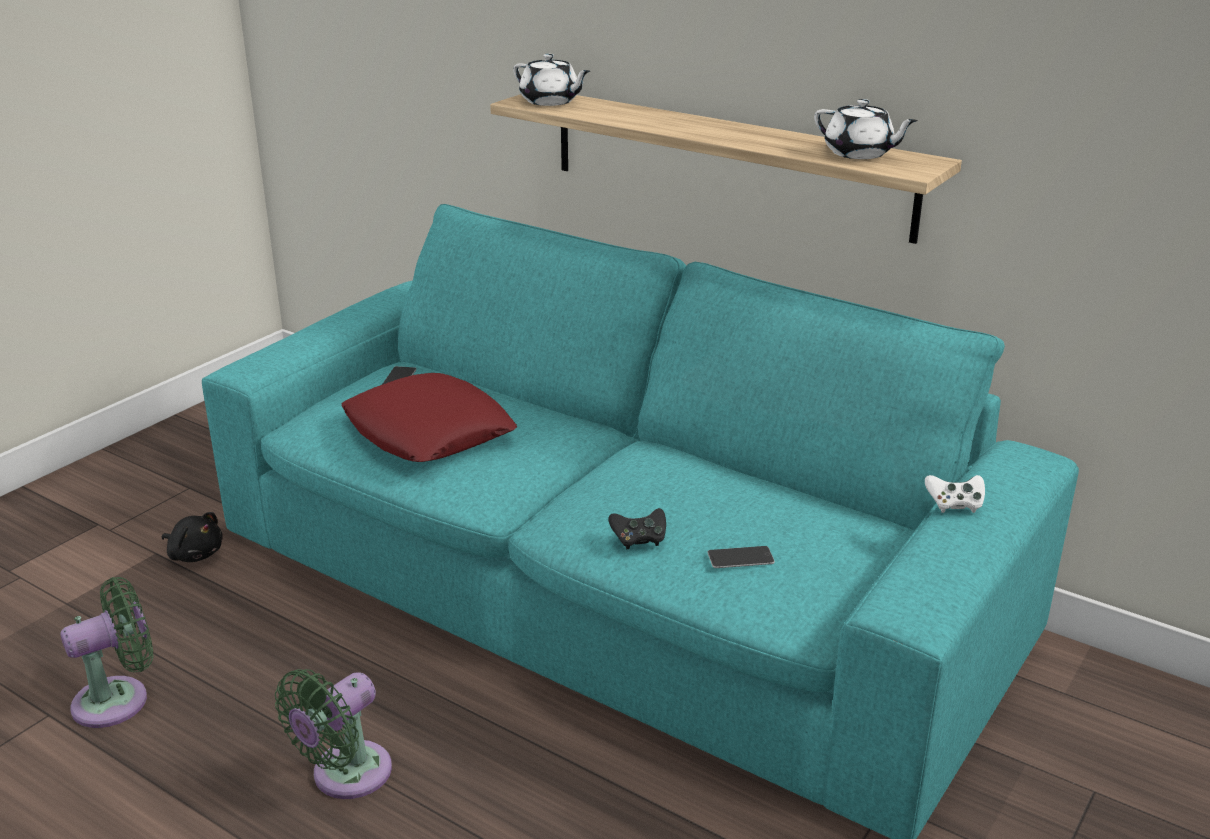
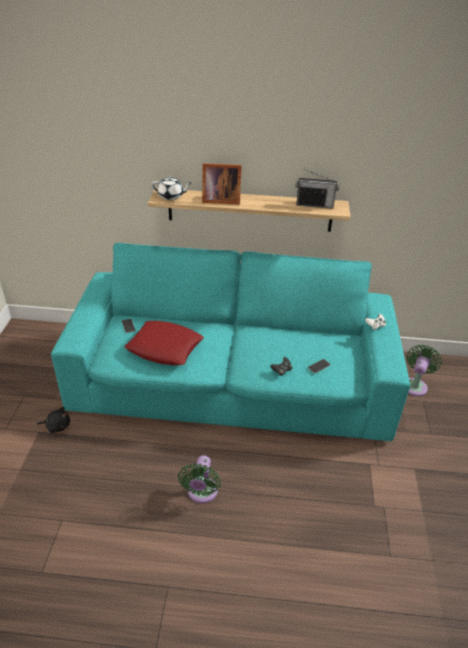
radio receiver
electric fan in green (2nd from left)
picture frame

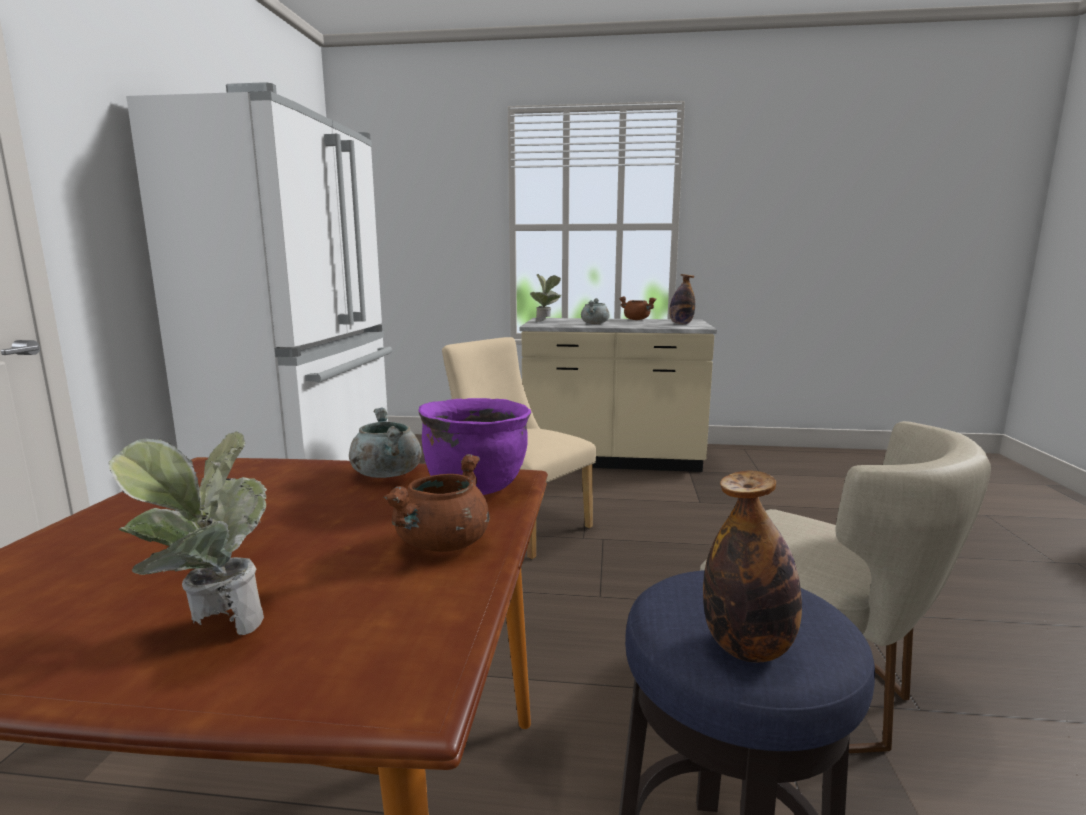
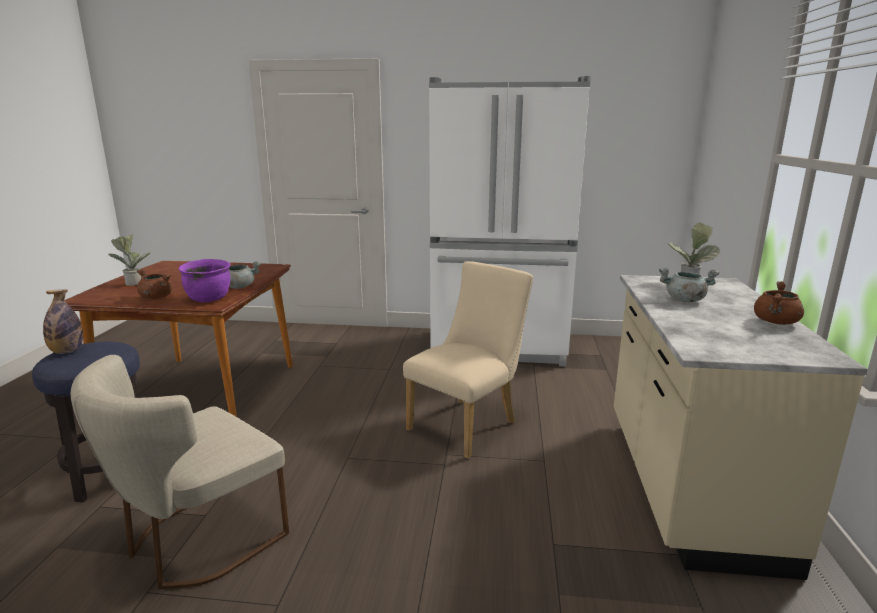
beverage bottle (1st from left in the first image)

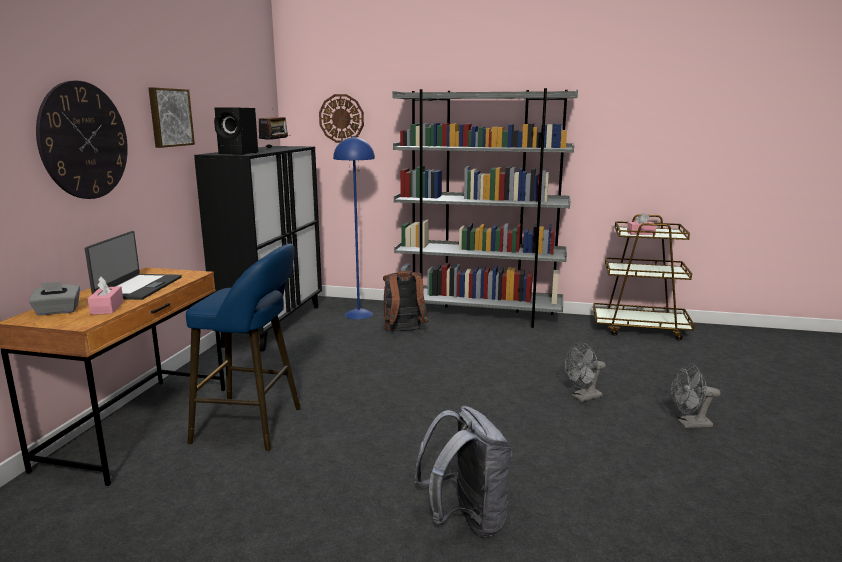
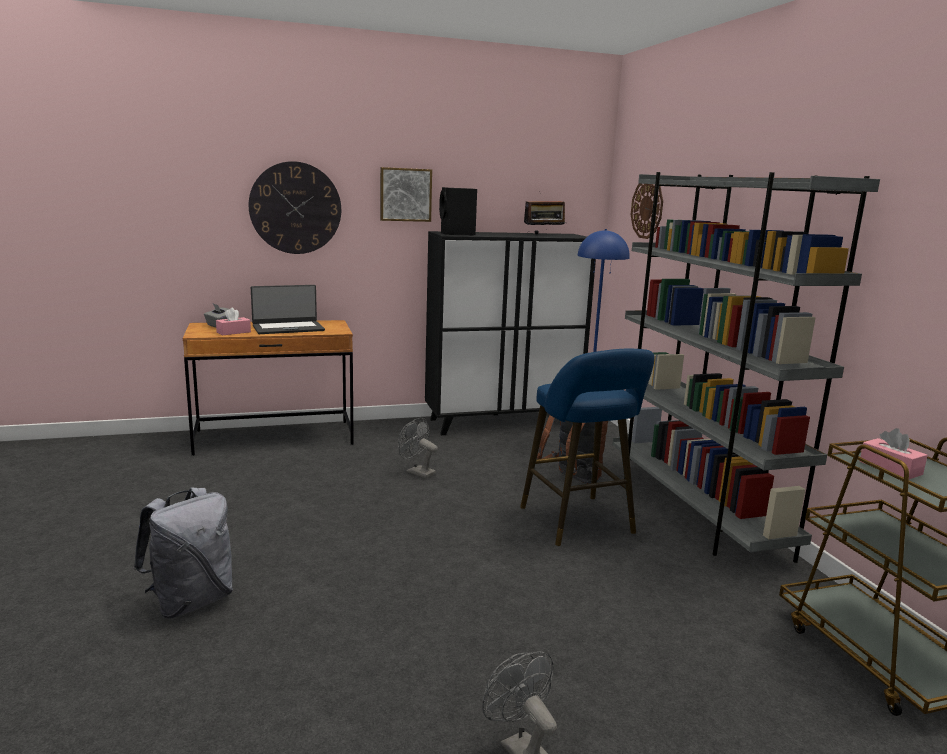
stool seat in blue
electric fan in grey (1st from left)

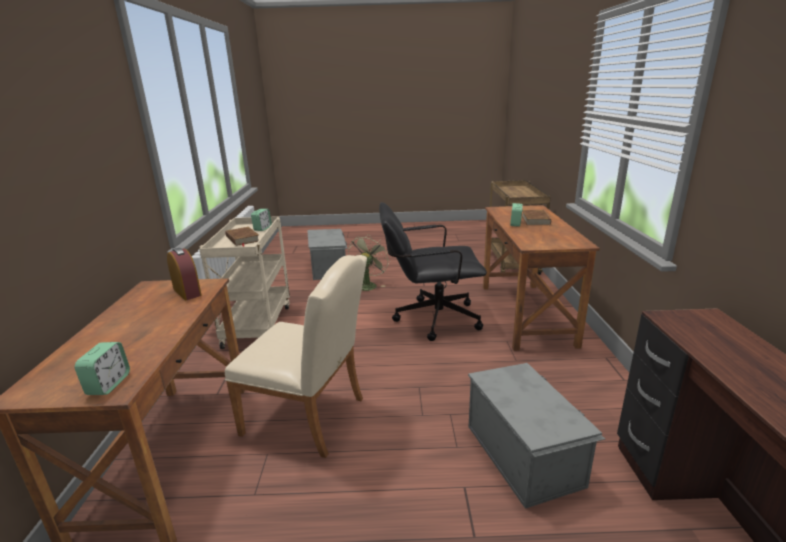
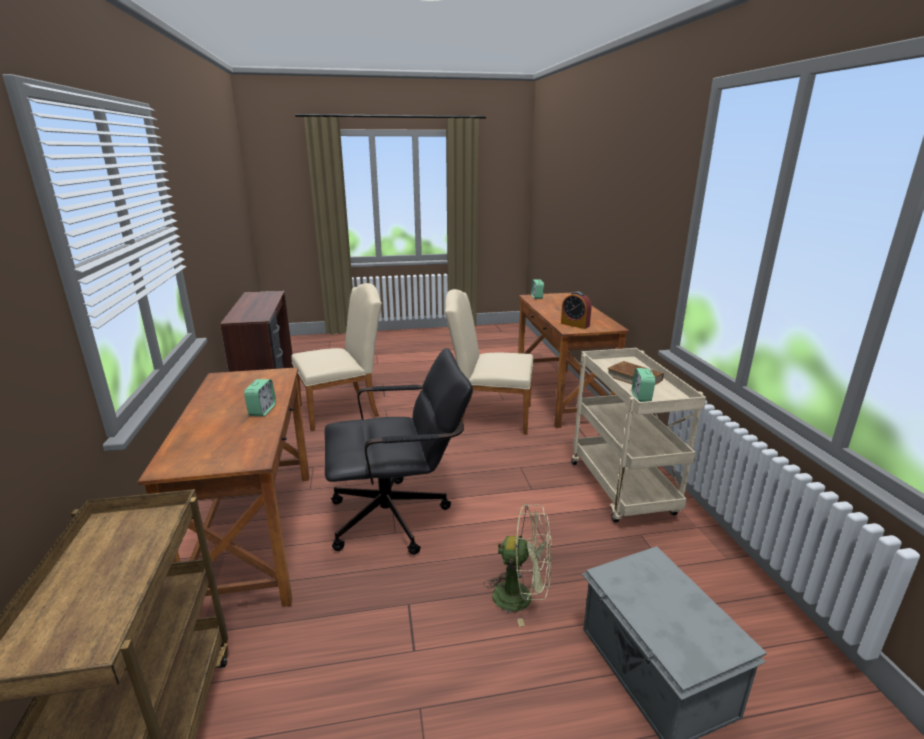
book in brownish (2nd from left in the first image)
electric fan in green
chair in beige (1st from left)

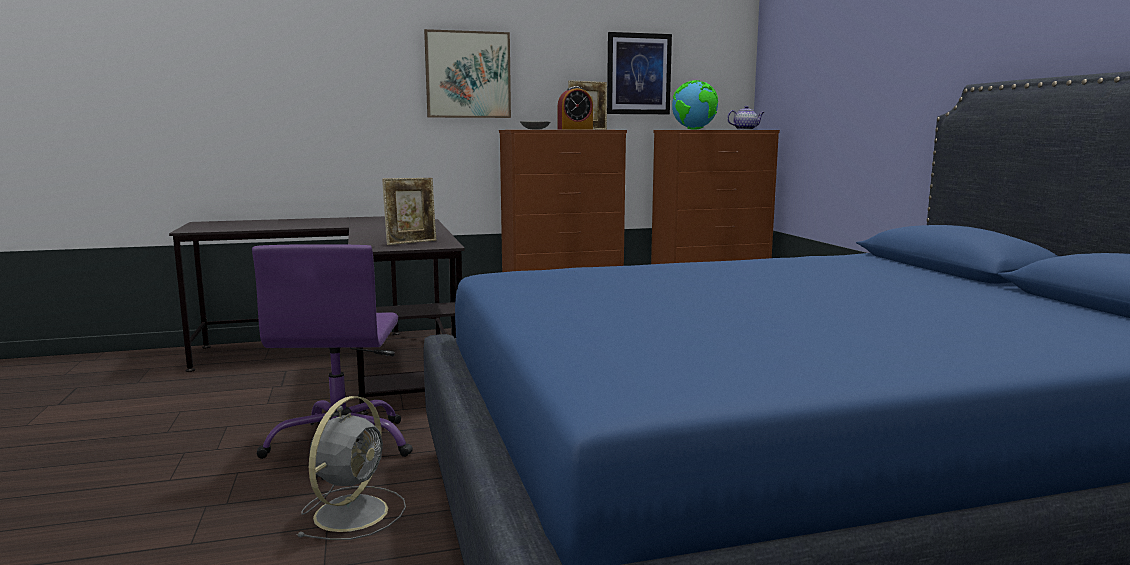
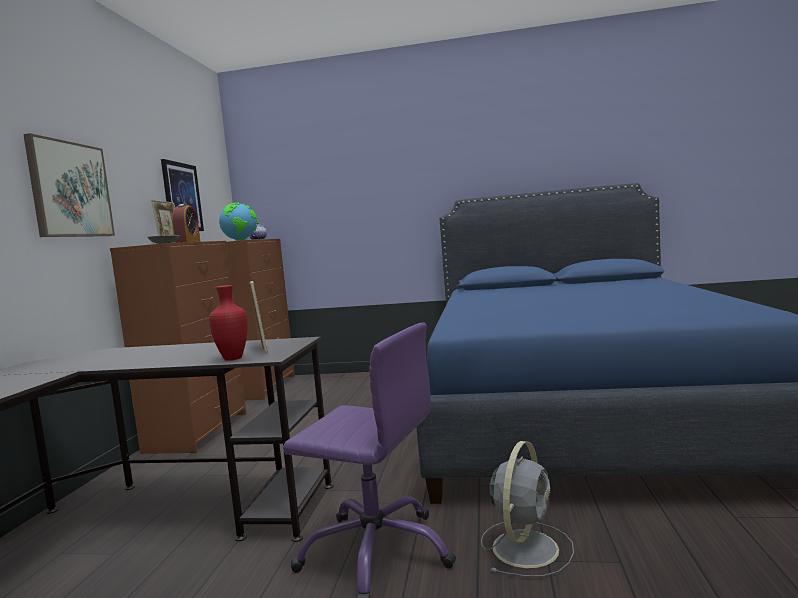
electric fan in grey
vase in red-coloured

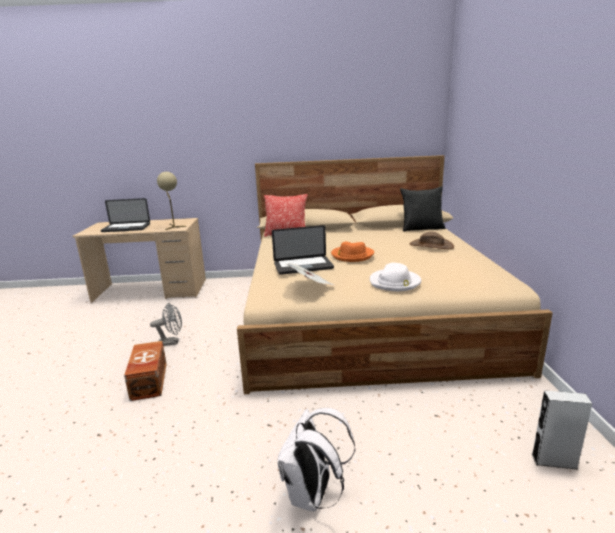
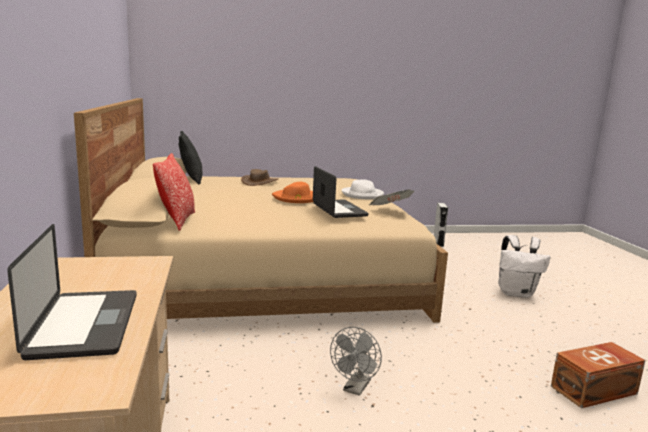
tabletop lamp in beige
electric fan in grey
storage bin in brownish

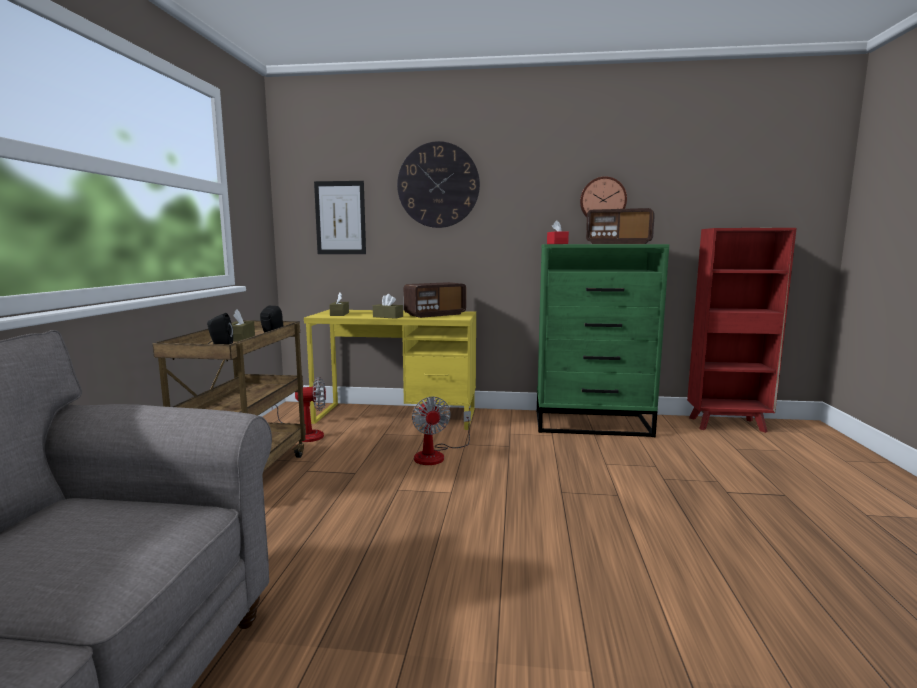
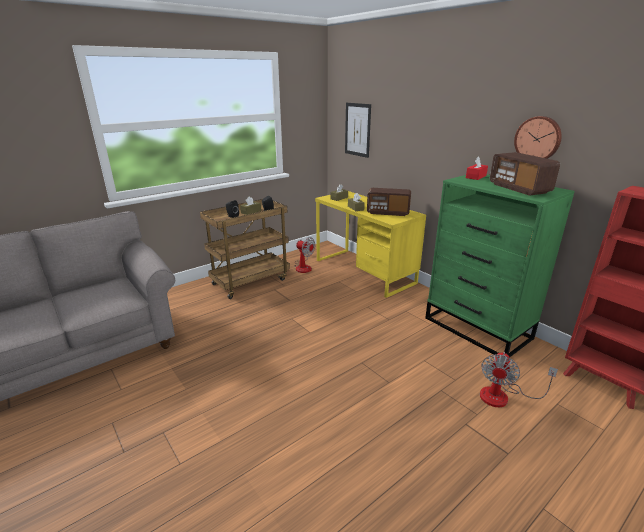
wall clock (1st from left in the first image)
electric fan (2nd from left)

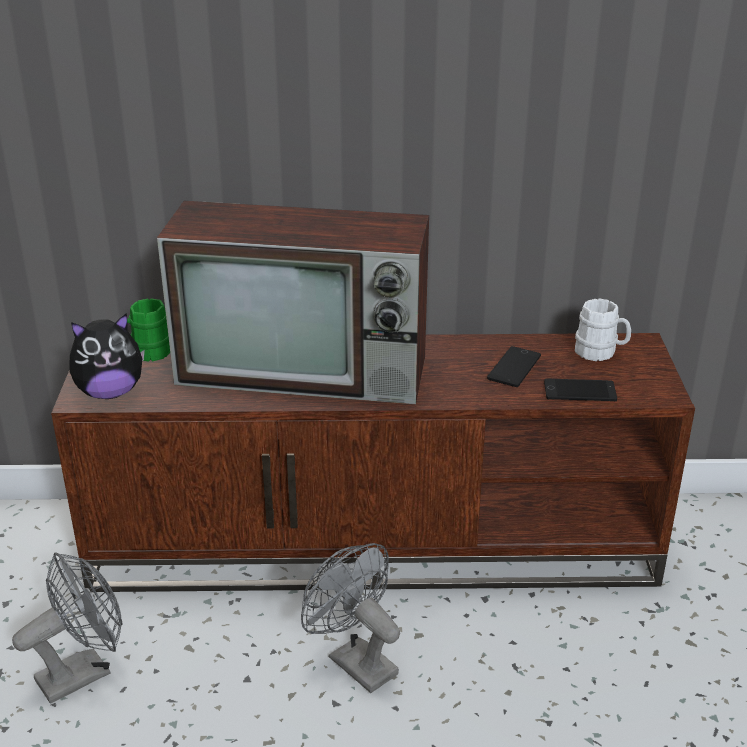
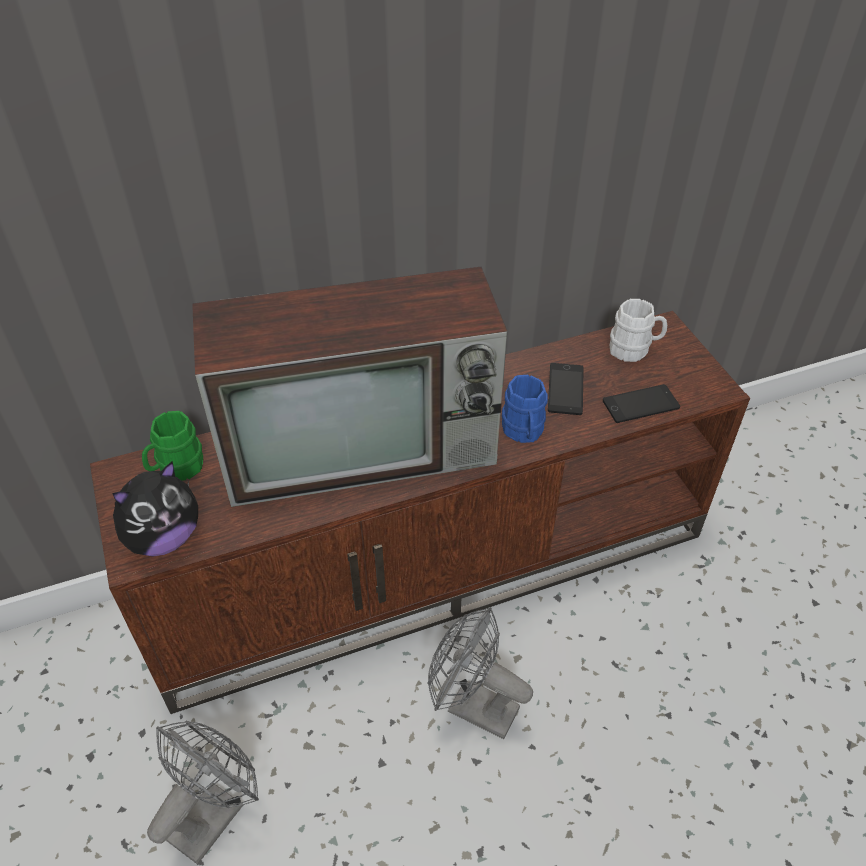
tea mug in blue

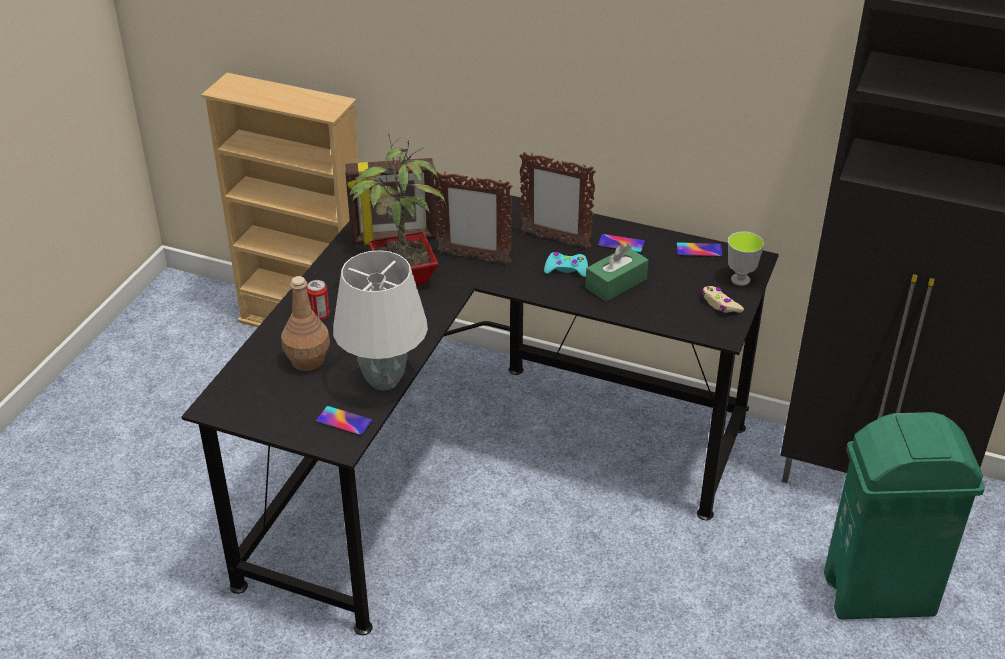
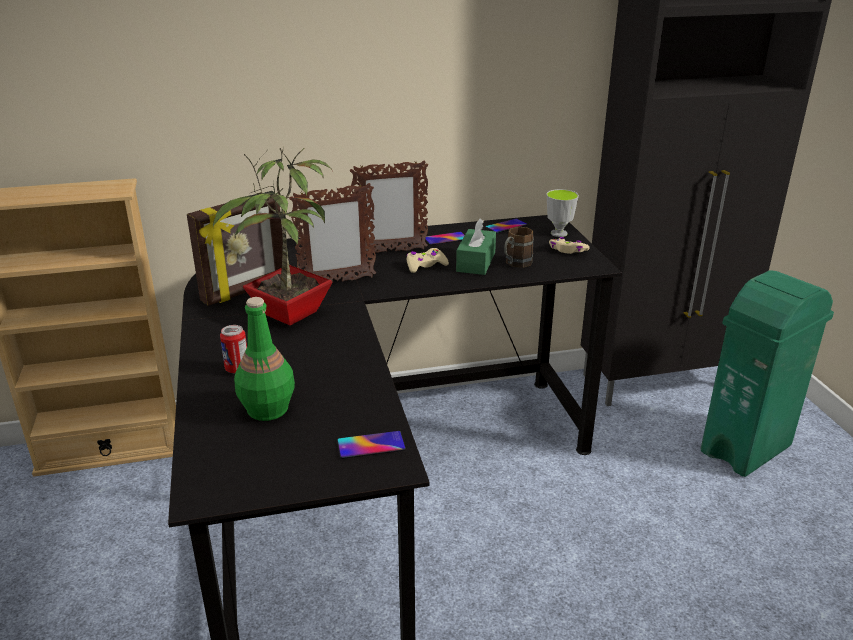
tabletop lamp in white-coloured
joypad in beige (1st from left)
beverage bottle in green
tea mug in brownish

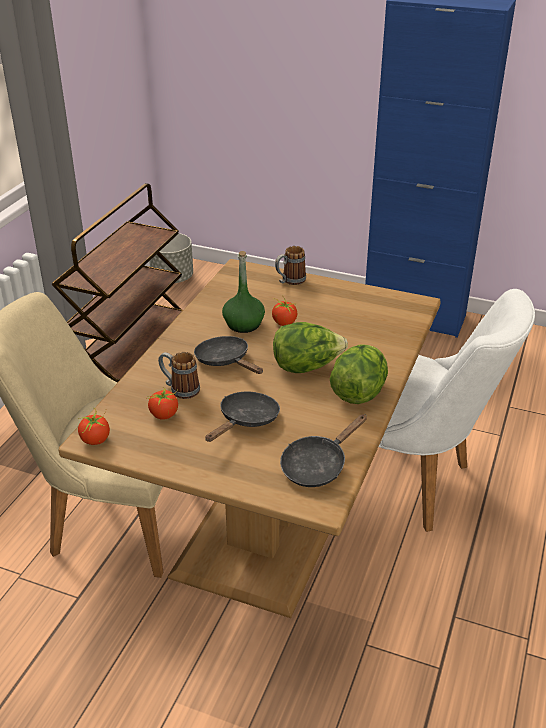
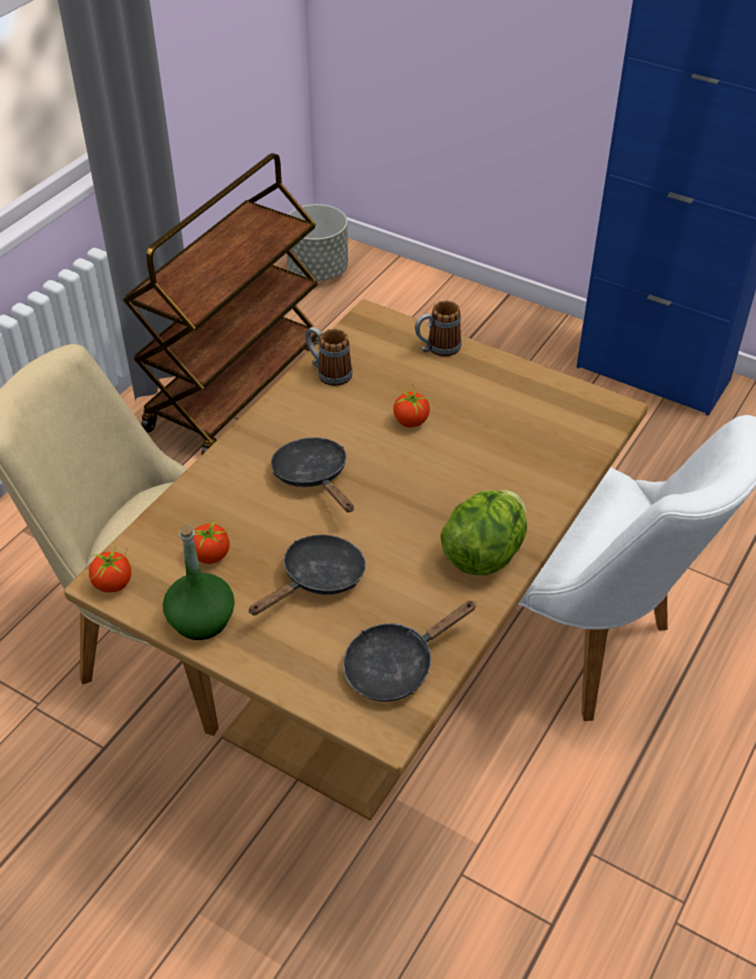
beverage bottle in green
lettuce head (1st from left in the first image)
tea mug (1st from left)

